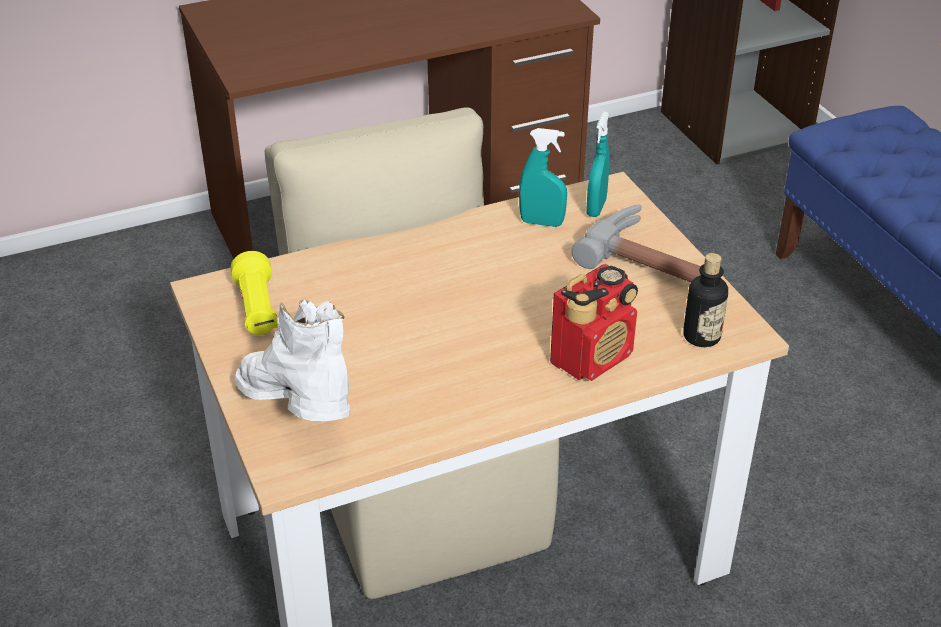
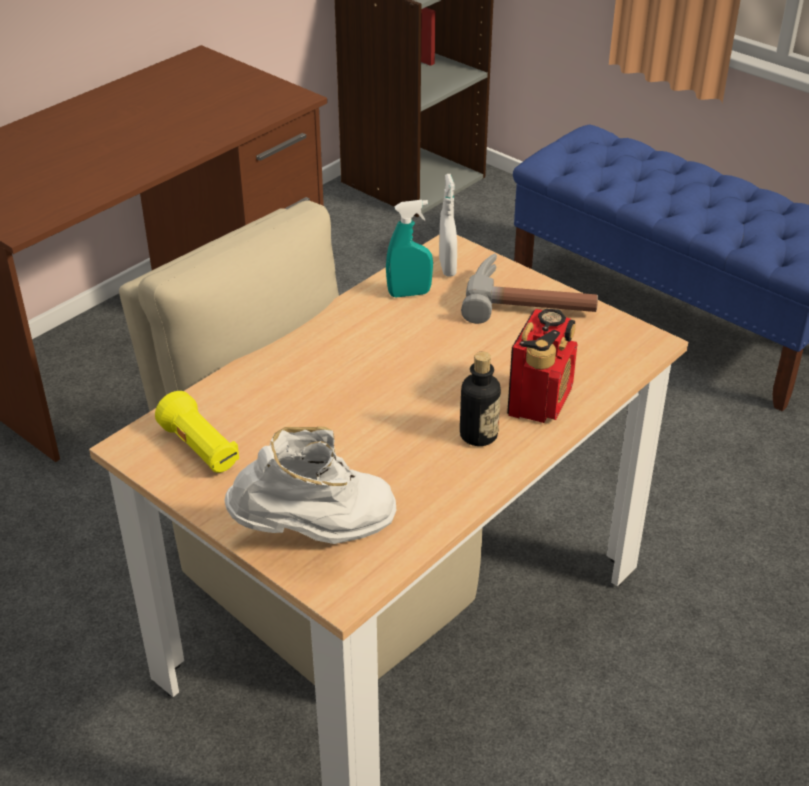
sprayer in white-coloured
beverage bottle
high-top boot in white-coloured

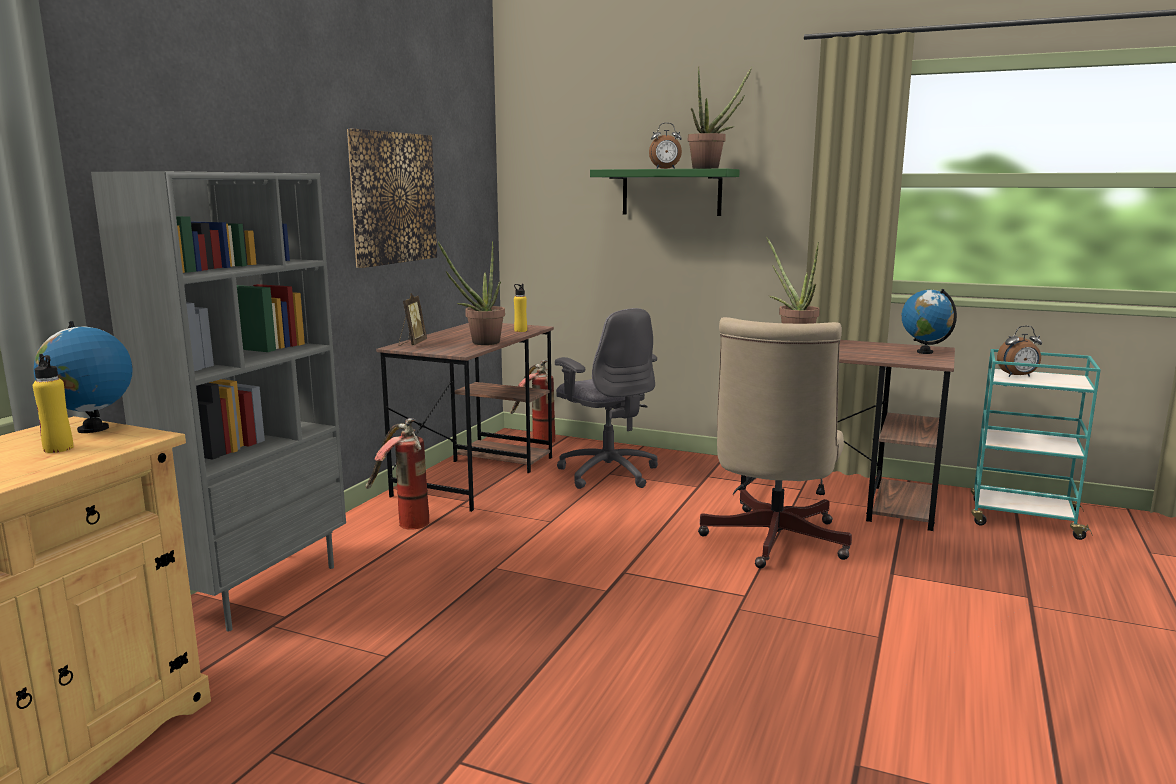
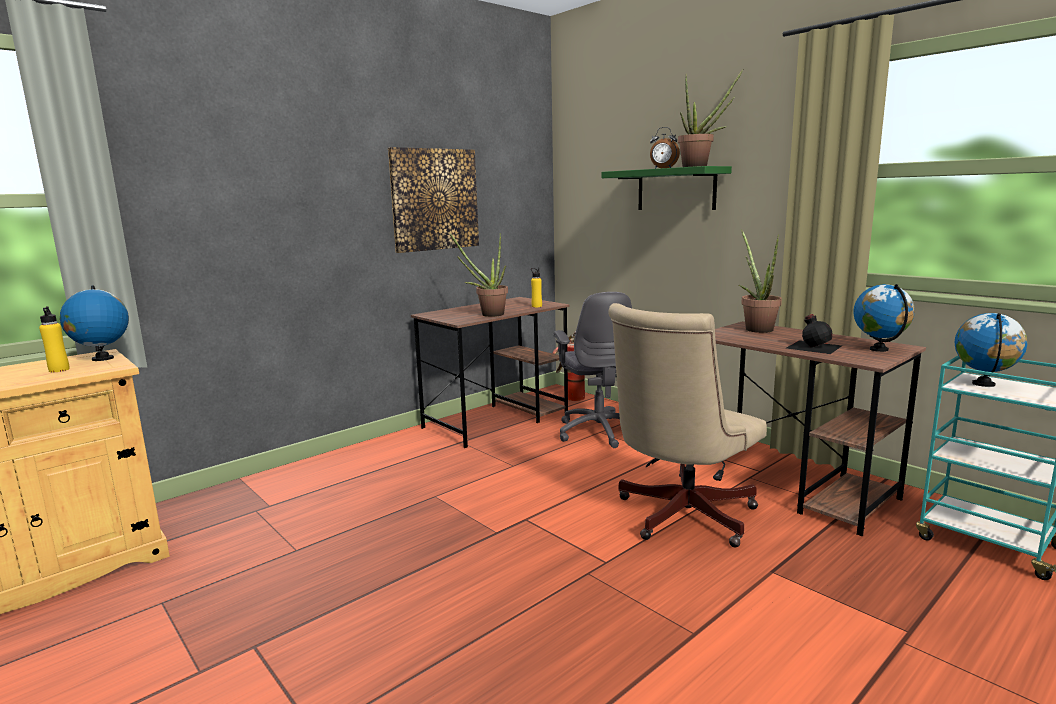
bookshelf in grey
picture frame
world globe (3rd from left)
fire-fighting cylinder (1st from left in the first image)
beverage bottle in black

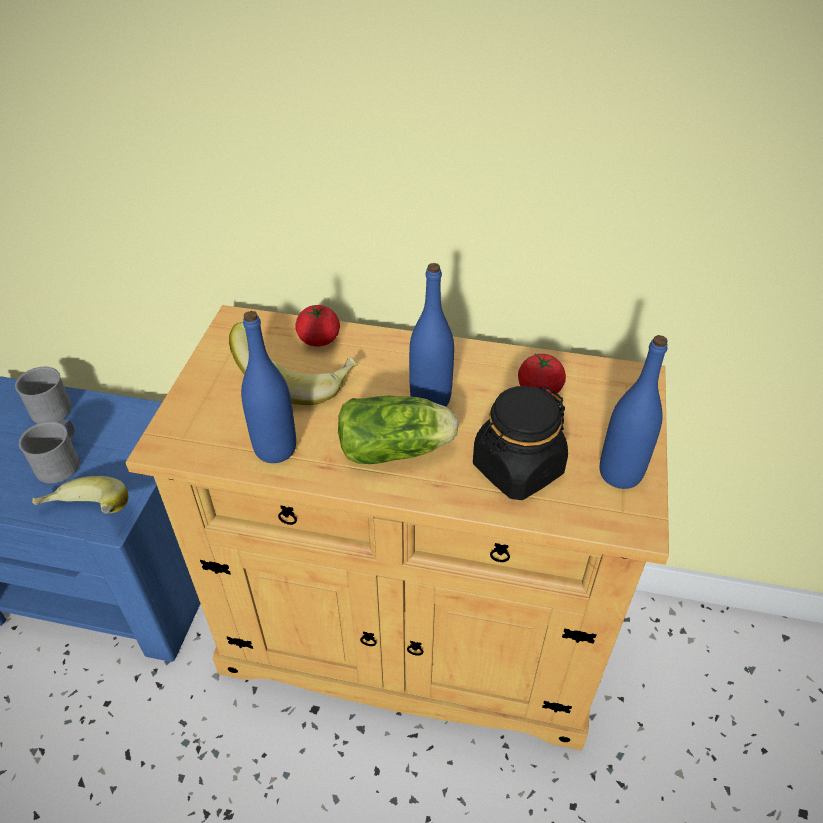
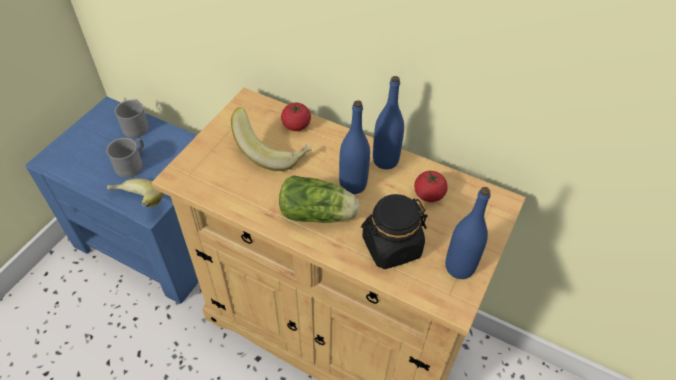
beverage bottle in blue (2nd from left)

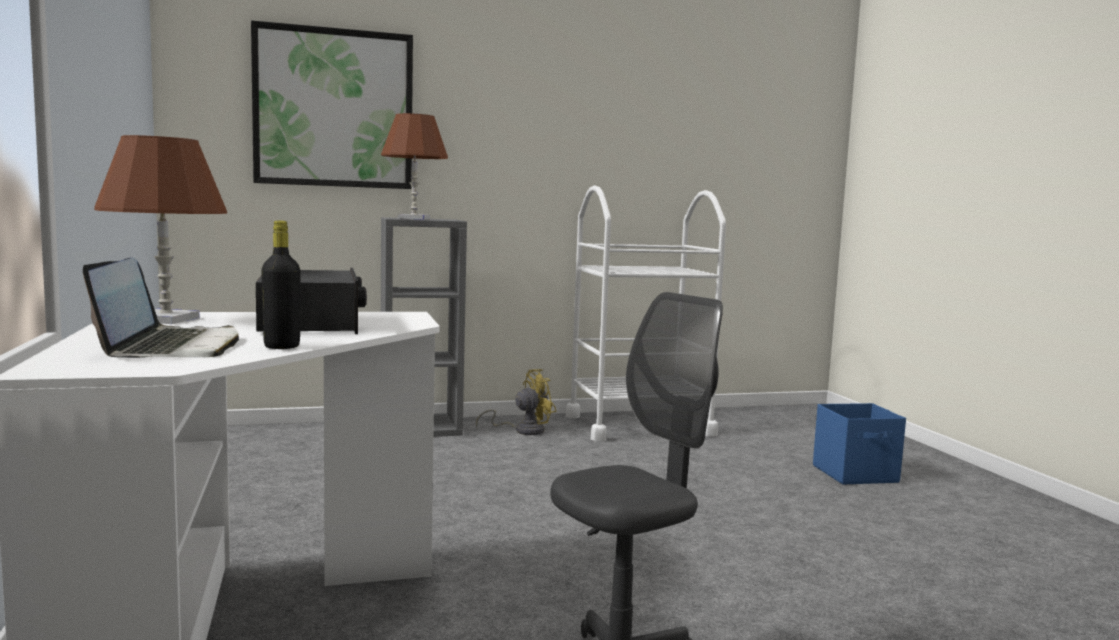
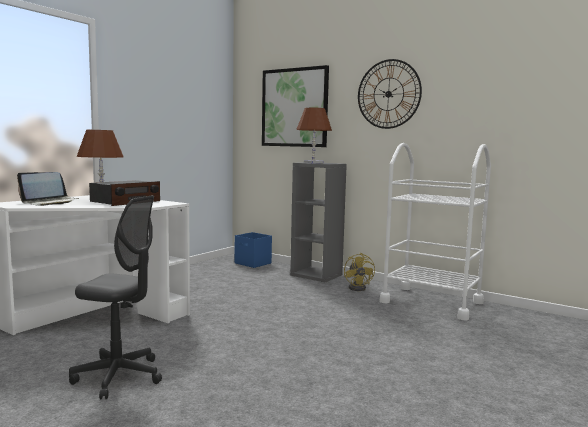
beverage bottle in black
electric fan in yellowish
storage bin in blue
wall clock

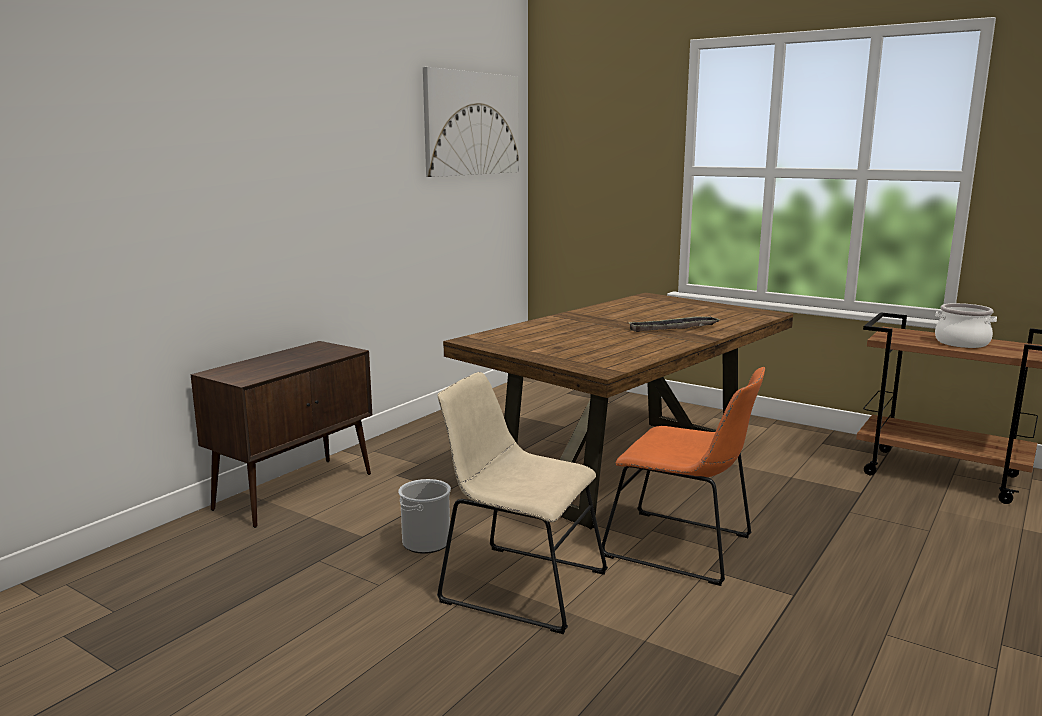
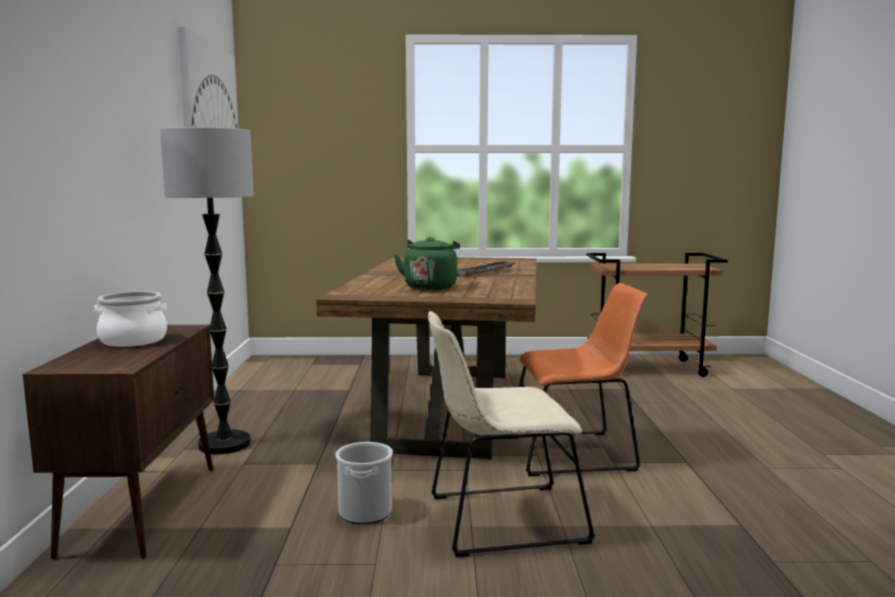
cooking pot
floor lamp
kettle in green

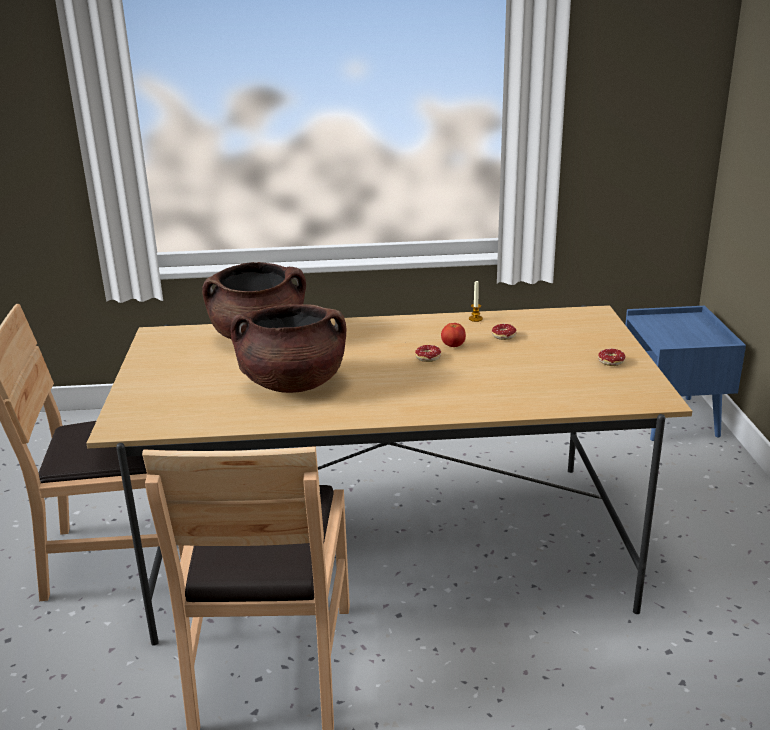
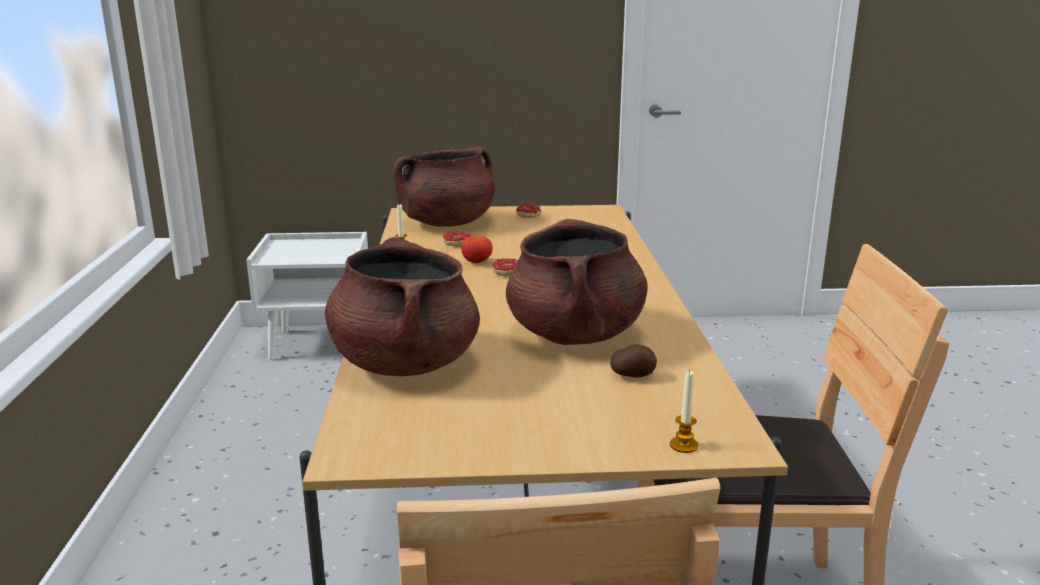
bedside table in white-coloured
cooking pot in brownish (2nd from left)
spud
candle (2nd from left)

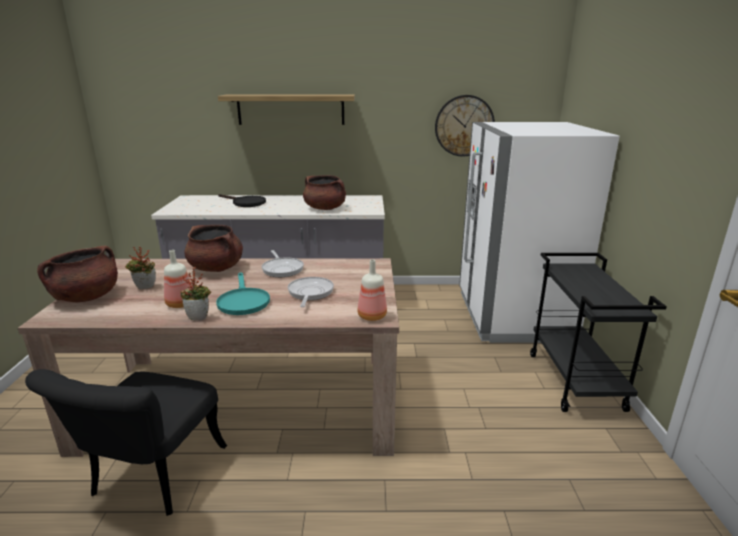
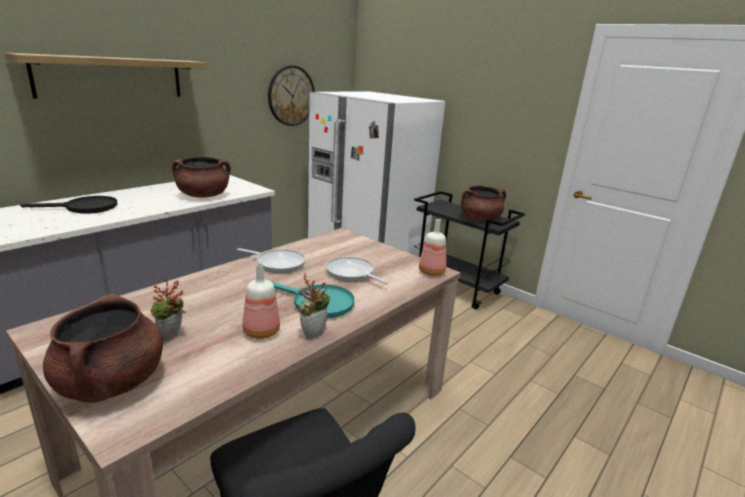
cooking pot in brownish (3rd from left)

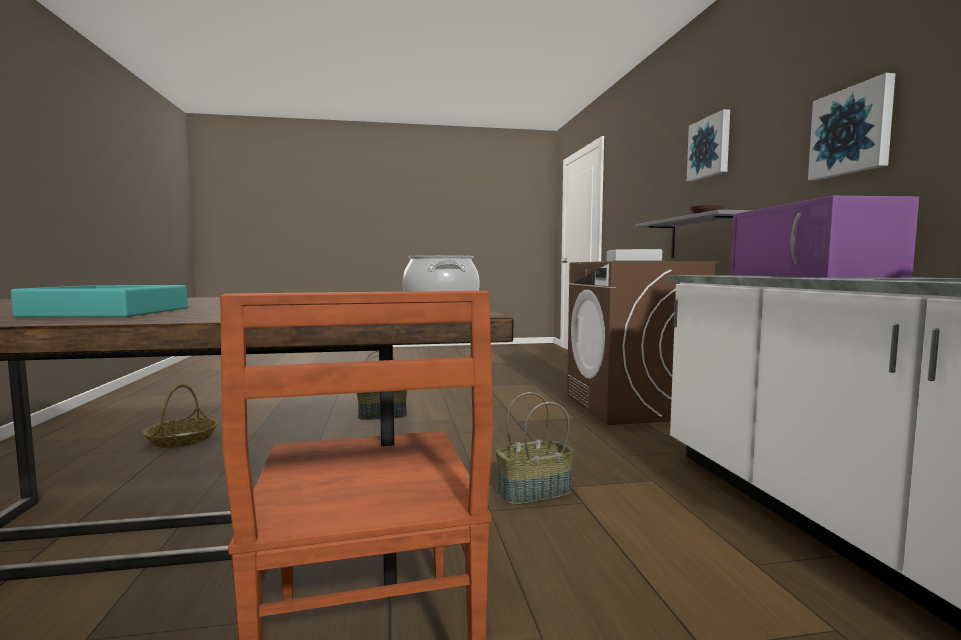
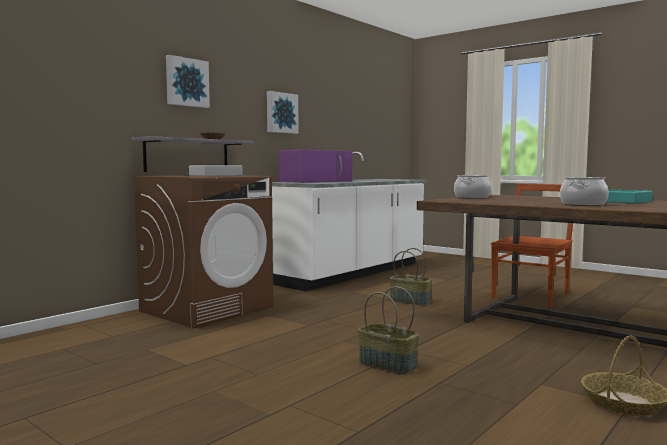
cooking pot (2nd from left)

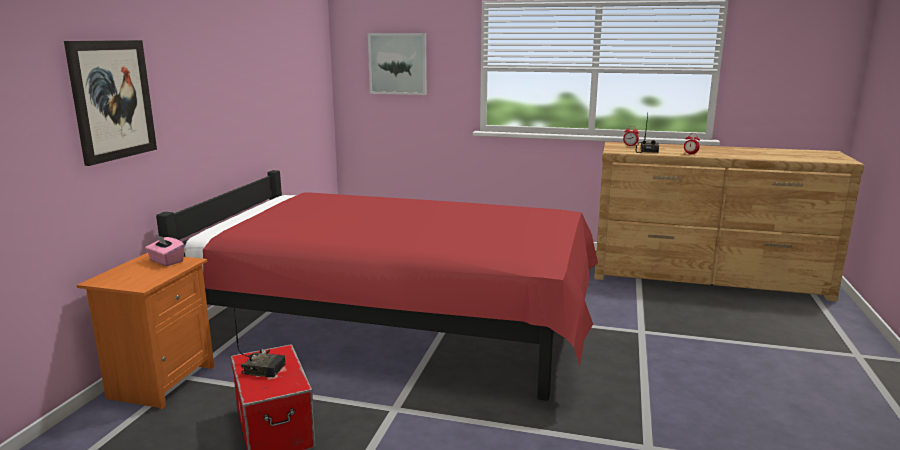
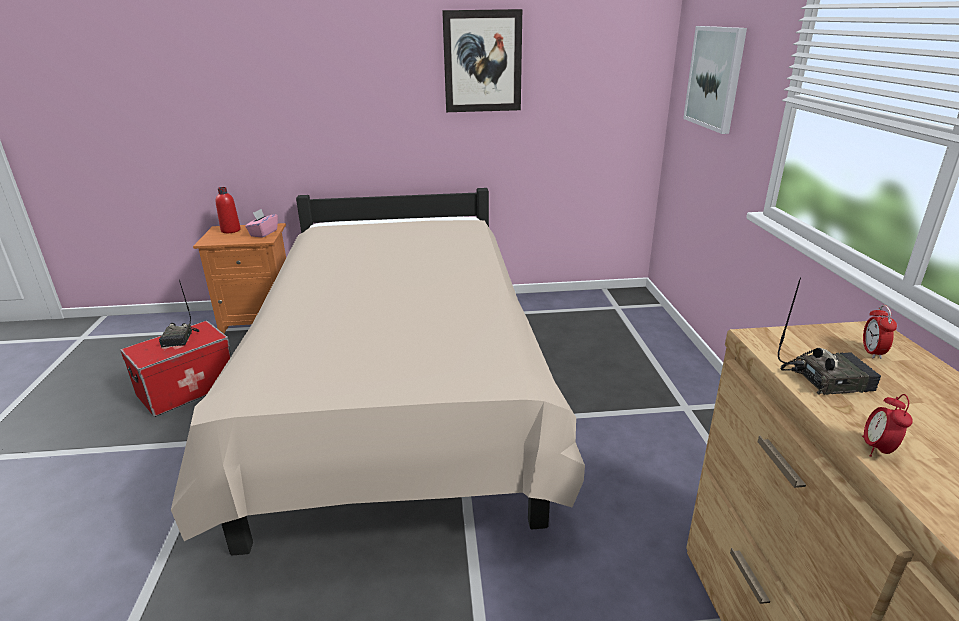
picture (1st from left)
sleeping bed in beige
beverage bottle in red-coloured

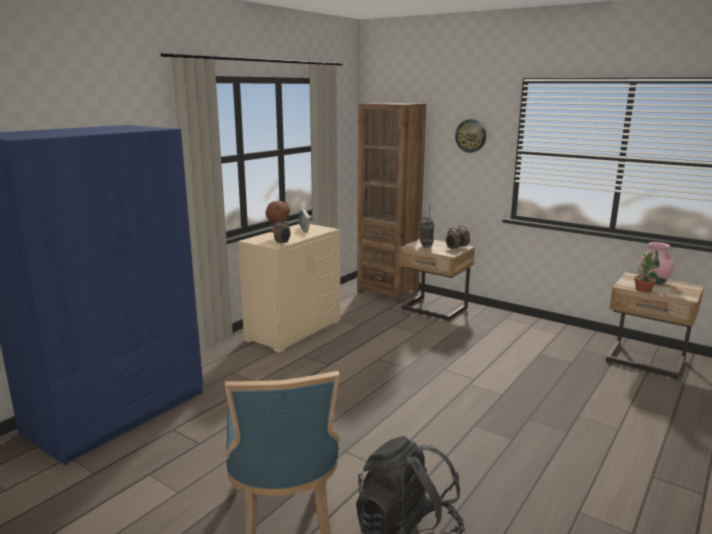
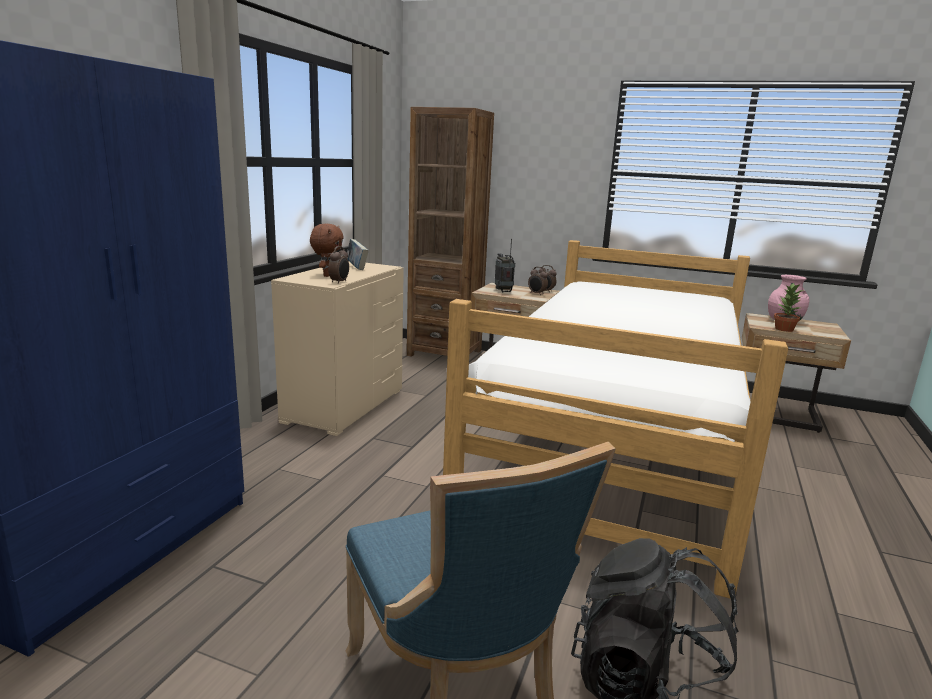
wall clock
sleeping bed

